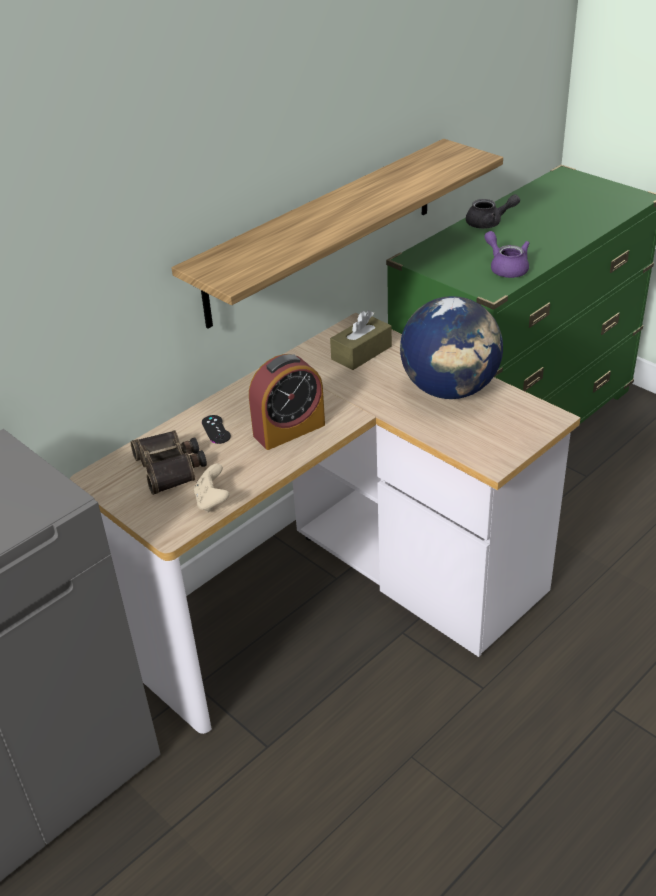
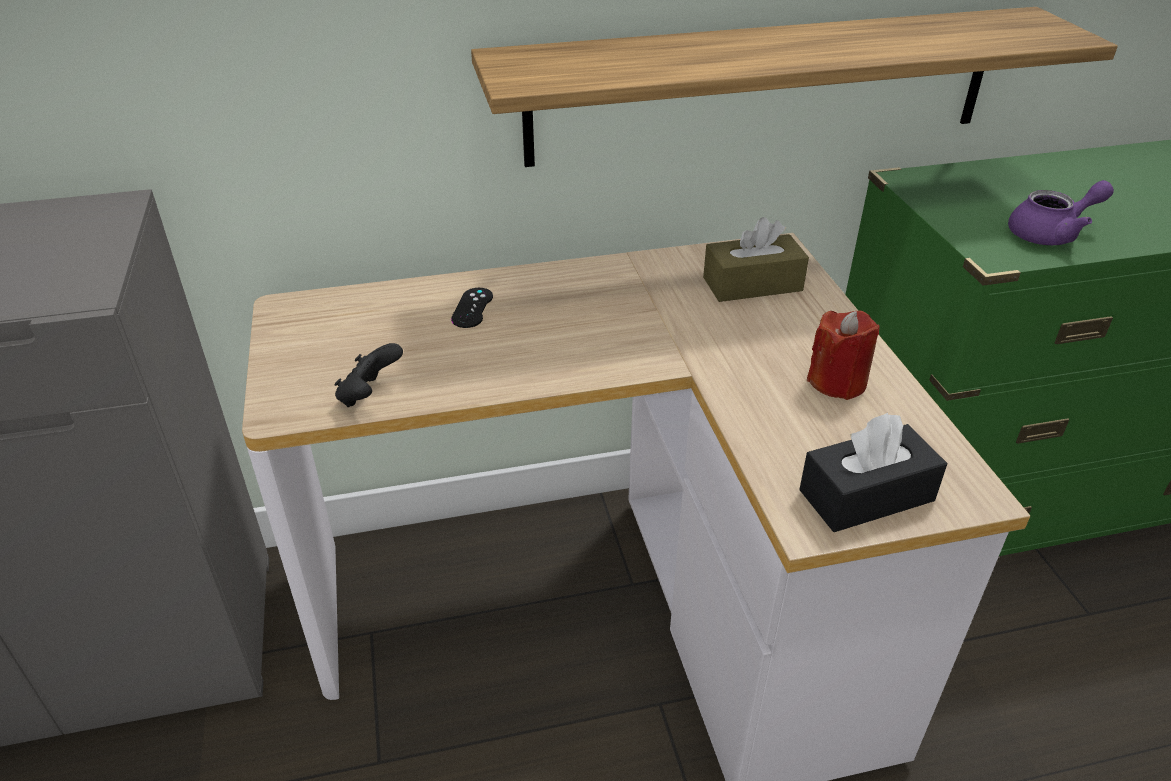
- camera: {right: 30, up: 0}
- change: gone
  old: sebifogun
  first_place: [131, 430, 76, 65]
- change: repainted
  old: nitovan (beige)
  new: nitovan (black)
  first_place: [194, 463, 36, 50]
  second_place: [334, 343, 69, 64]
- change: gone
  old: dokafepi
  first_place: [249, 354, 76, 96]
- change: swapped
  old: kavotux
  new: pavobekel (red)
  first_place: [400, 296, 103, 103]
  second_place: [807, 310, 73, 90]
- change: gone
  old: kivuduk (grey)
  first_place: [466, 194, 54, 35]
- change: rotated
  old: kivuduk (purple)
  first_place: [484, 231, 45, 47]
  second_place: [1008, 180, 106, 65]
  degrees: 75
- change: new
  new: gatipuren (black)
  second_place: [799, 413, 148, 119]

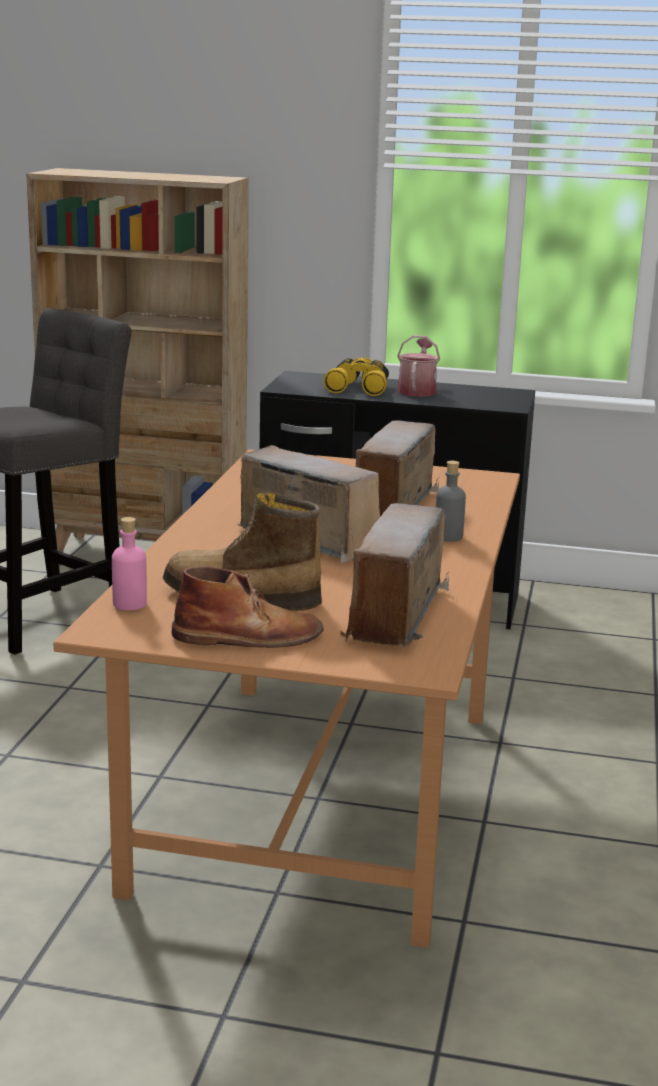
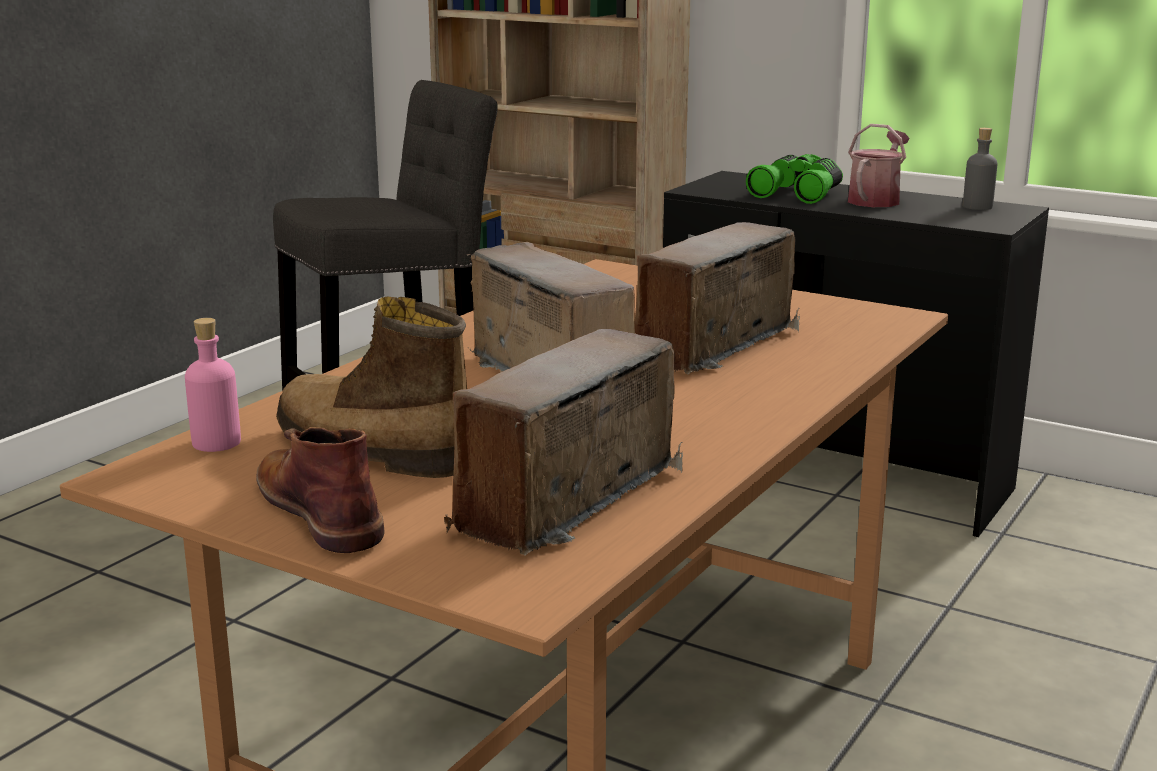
- camera: {right: 20, up: 0}
- change: rotated
  old: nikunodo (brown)
  first_place: [172, 566, 152, 82]
  second_place: [257, 427, 128, 126]
  degrees: -135
- change: repainted
  old: sebifogun (yellow)
  new: sebifogun (green)
  first_place: [324, 358, 65, 38]
  second_place: [746, 154, 97, 50]
- change: shifted
  old: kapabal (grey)
  first_place: [436, 461, 30, 80]
  second_place: [963, 128, 34, 82]

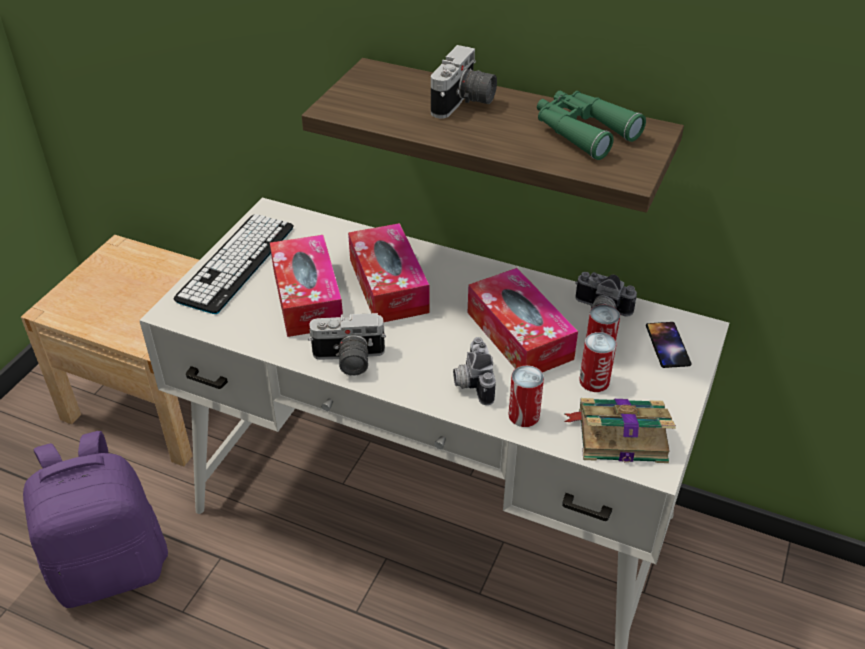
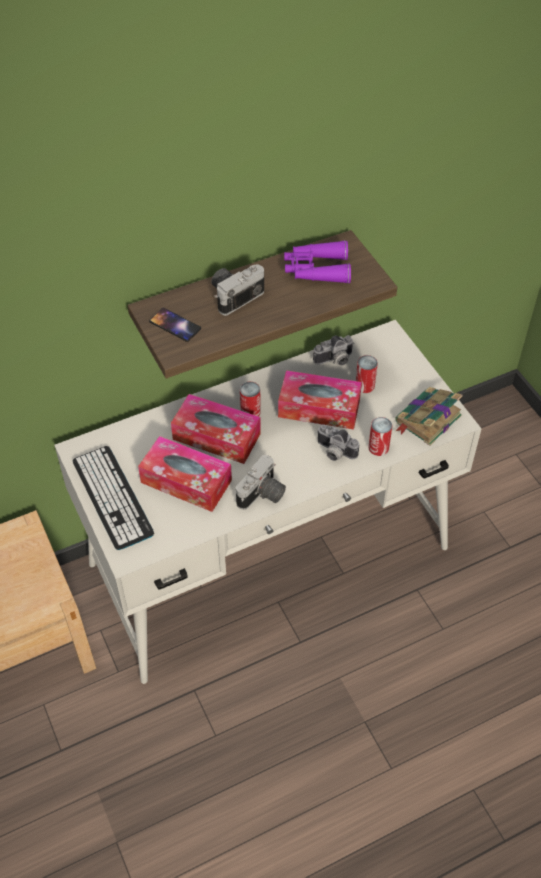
- camera: {right: -50, up: 10}
- change: gone
  old: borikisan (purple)
  first_place: [23, 431, 145, 177]
- change: rotated
  old: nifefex
  first_place: [431, 45, 66, 74]
  second_place: [211, 264, 53, 52]
  degrees: -105
- change: repainted
  old: sebifogun (green)
  new: sebifogun (purple)
  first_place: [537, 91, 109, 69]
  second_place: [284, 240, 67, 44]
- change: shifted
  old: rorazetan
  first_place: [579, 332, 38, 60]
  second_place: [240, 382, 21, 34]
- change: shifted
  old: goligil
  first_place: [646, 322, 46, 46]
  second_place: [149, 308, 52, 34]

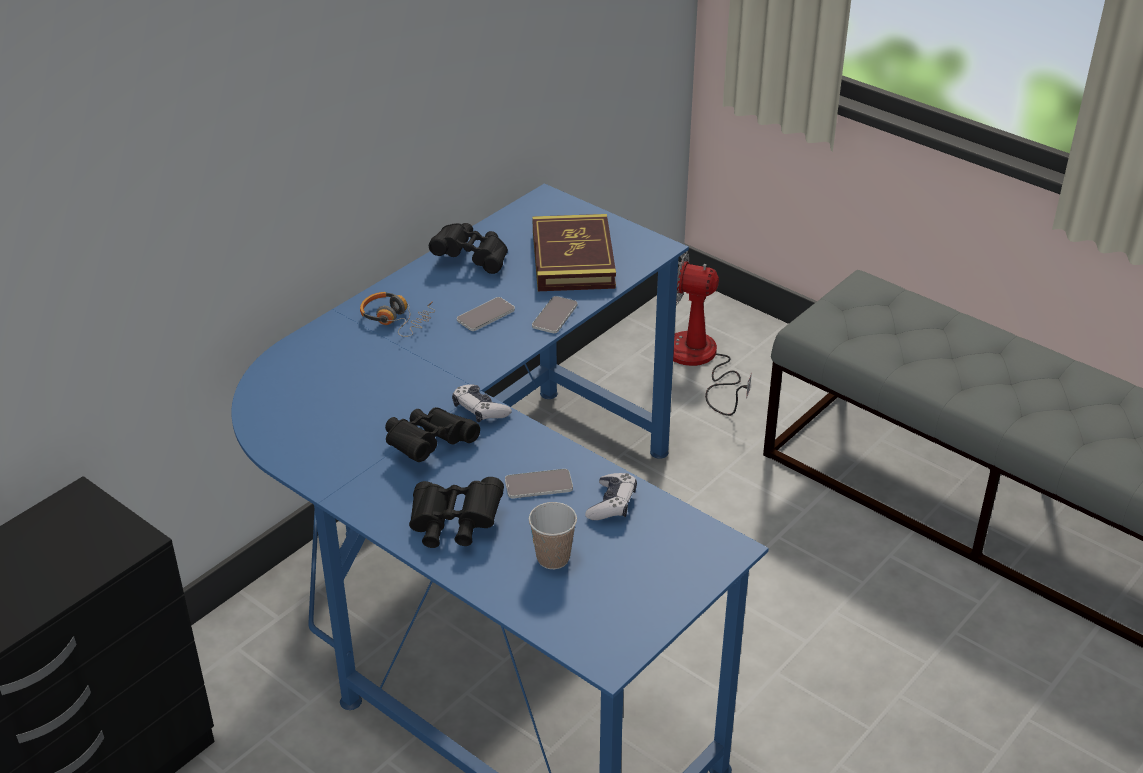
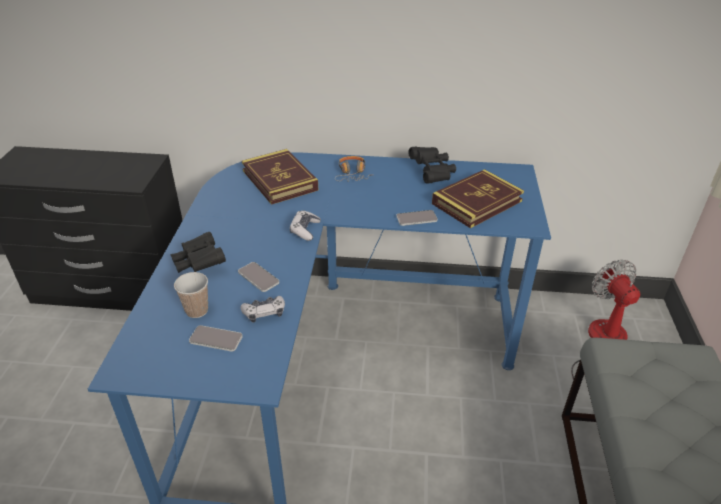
- camera: {right: 55, up: 0}
- change: gone
  old: sebifogun (black)
  first_place: [385, 407, 95, 55]
- change: shifted
  old: goligil
  first_place: [457, 297, 58, 34]
  second_place: [189, 325, 54, 26]
- change: new
  new: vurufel
  second_place: [242, 149, 76, 56]

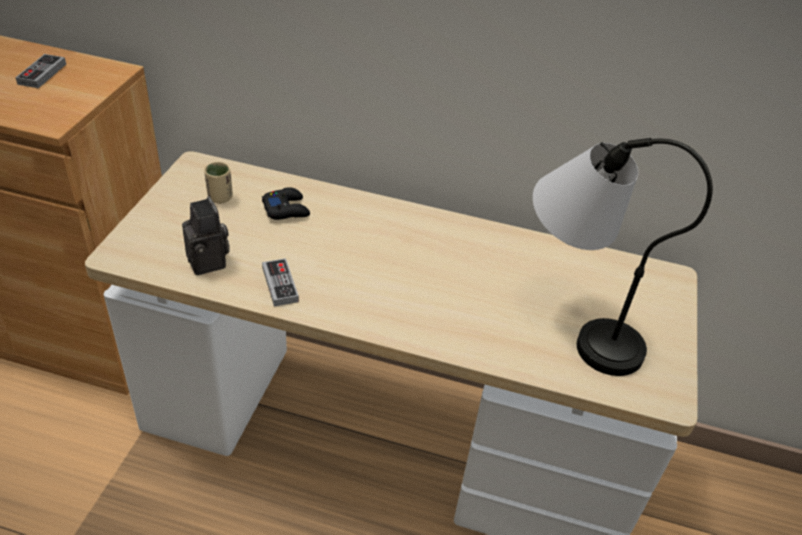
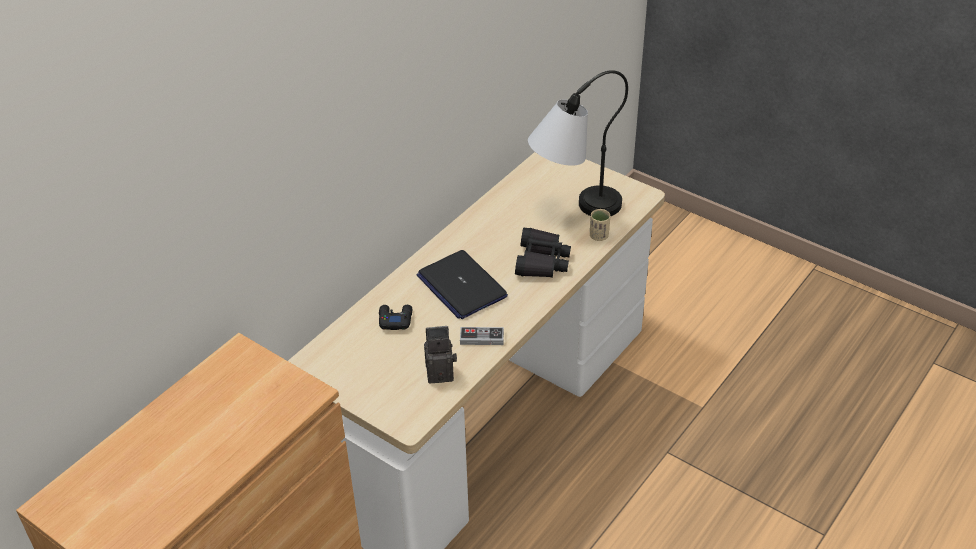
- camera: {right: -65, up: 0}
- change: gone
  old: nitovan
  first_place: [15, 54, 51, 34]
- change: shifted
  old: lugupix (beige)
  first_place: [204, 162, 29, 42]
  second_place: [590, 209, 20, 32]
- change: new
  new: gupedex
  second_place: [417, 250, 91, 69]
- change: new
  new: sebifogun (black)
  second_place: [515, 228, 56, 50]

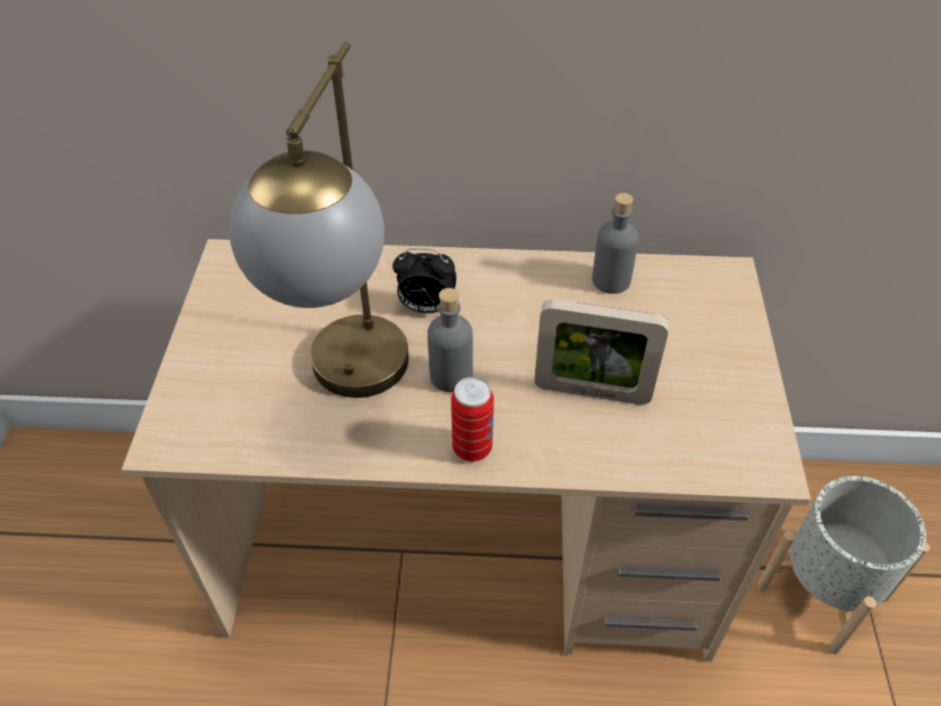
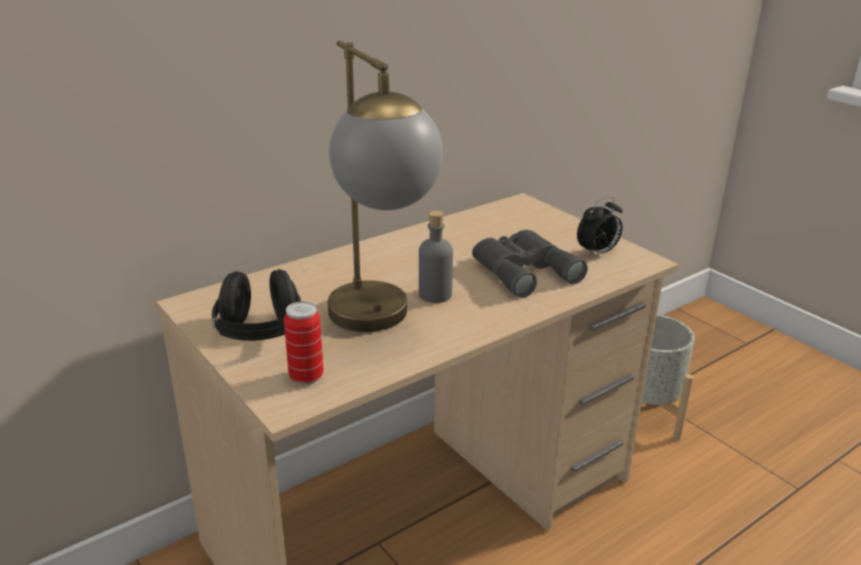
- camera: {right: -40, up: -20}
- change: shifted
  old: dokafepi
  first_place: [392, 248, 65, 65]
  second_place: [577, 196, 46, 61]
- change: shifted
  old: rorazetan
  first_place: [451, 377, 43, 85]
  second_place: [284, 301, 40, 83]
- change: swapped
  old: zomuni
  new: sebifogun (grey)
  first_place: [535, 299, 134, 106]
  second_place: [472, 230, 116, 68]
- change: gone
  old: kapabal (grey)
  first_place: [592, 193, 47, 101]
- change: new
  new: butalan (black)
  second_place: [212, 269, 89, 72]

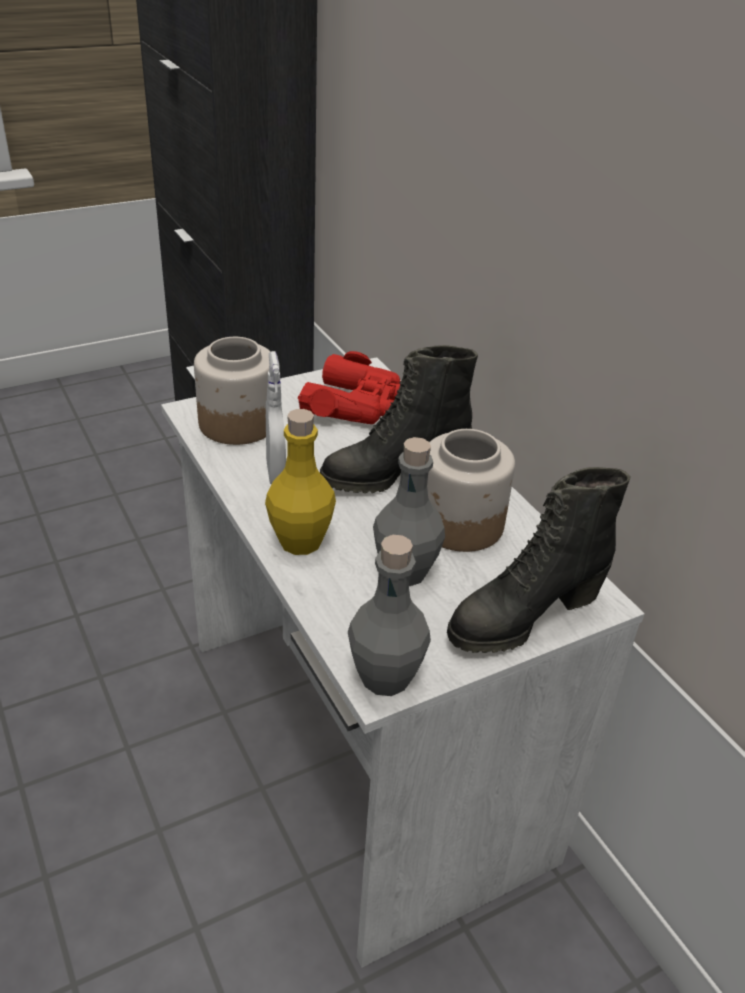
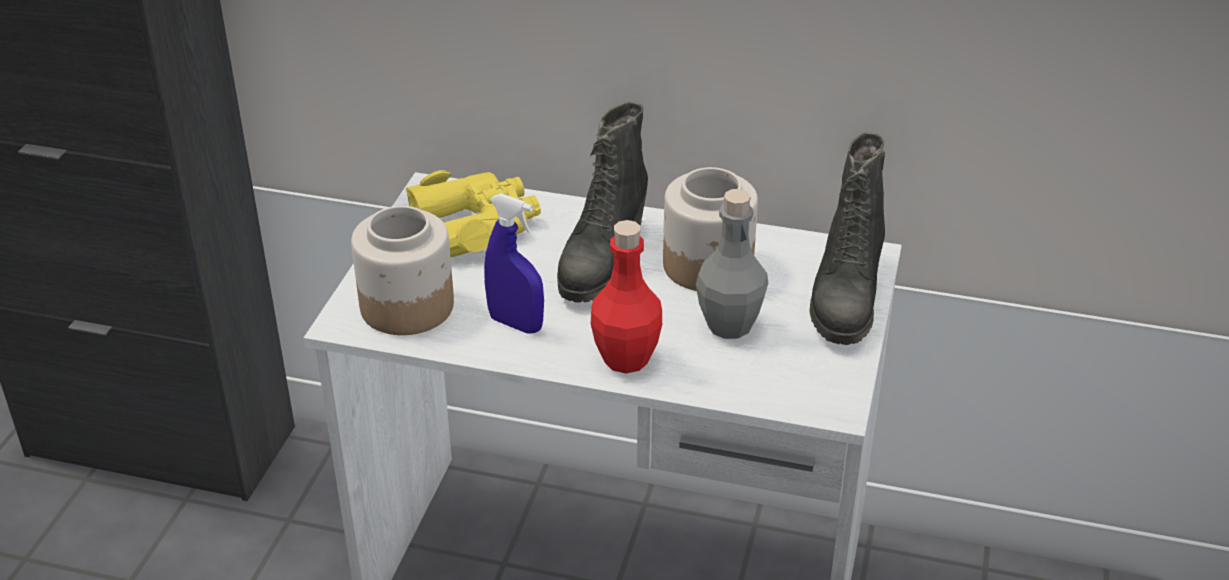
- camera: {right: -45, up: 0}
- change: repainted
  old: kapabal (yellow)
  new: kapabal (red)
  first_place: [265, 409, 71, 146]
  second_place: [591, 220, 71, 153]
- change: repainted
  old: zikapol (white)
  new: zikapol (blue)
  first_place: [266, 351, 20, 133]
  second_place: [484, 193, 60, 141]
- change: repainted
  old: sebifogun (red)
  new: sebifogun (yellow)
  first_place: [298, 351, 102, 73]
  second_place: [406, 170, 135, 87]
- change: gone
  old: kapabal (grey)
  first_place: [348, 535, 83, 161]

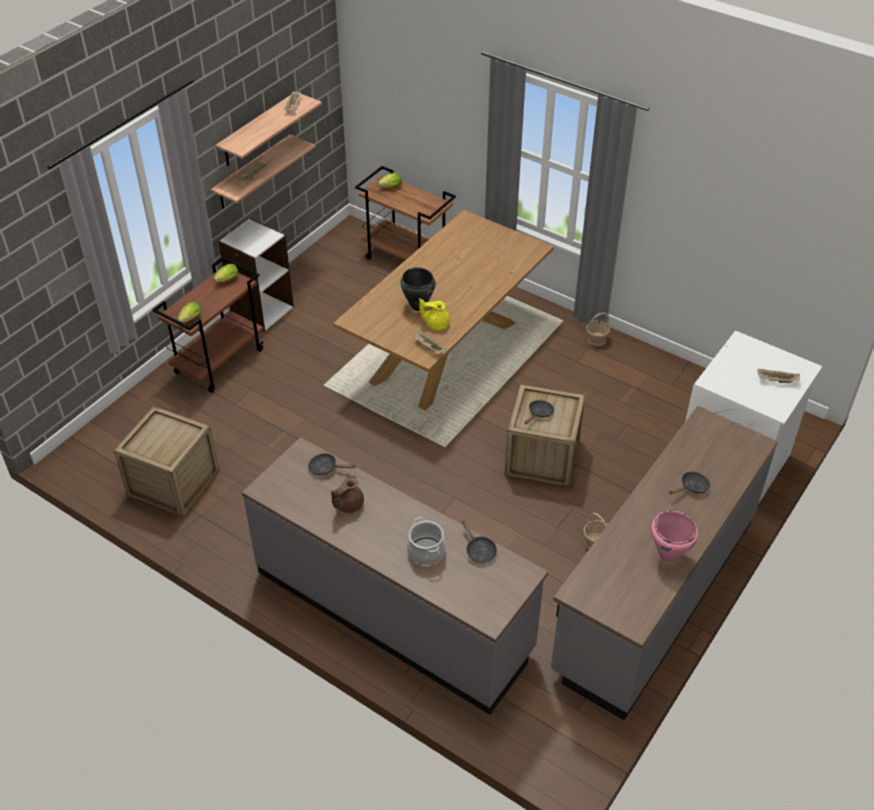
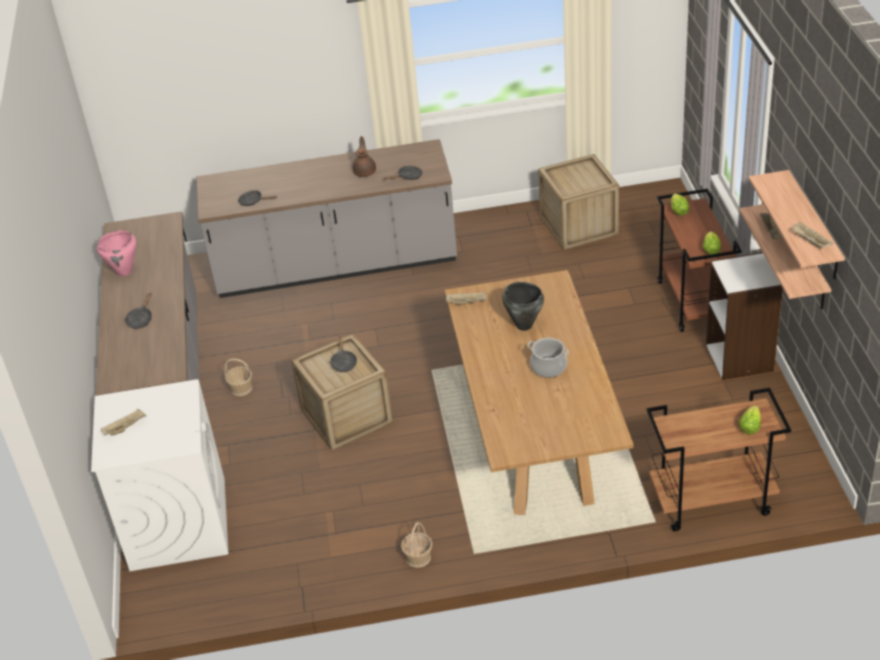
- camera: {right: 140, up: -5}
- change: shifted
  old: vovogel
  first_place: [407, 517, 39, 48]
  second_place: [527, 338, 42, 40]
- change: gone
  old: kivuduk (yellow)
  first_place: [419, 298, 31, 32]

